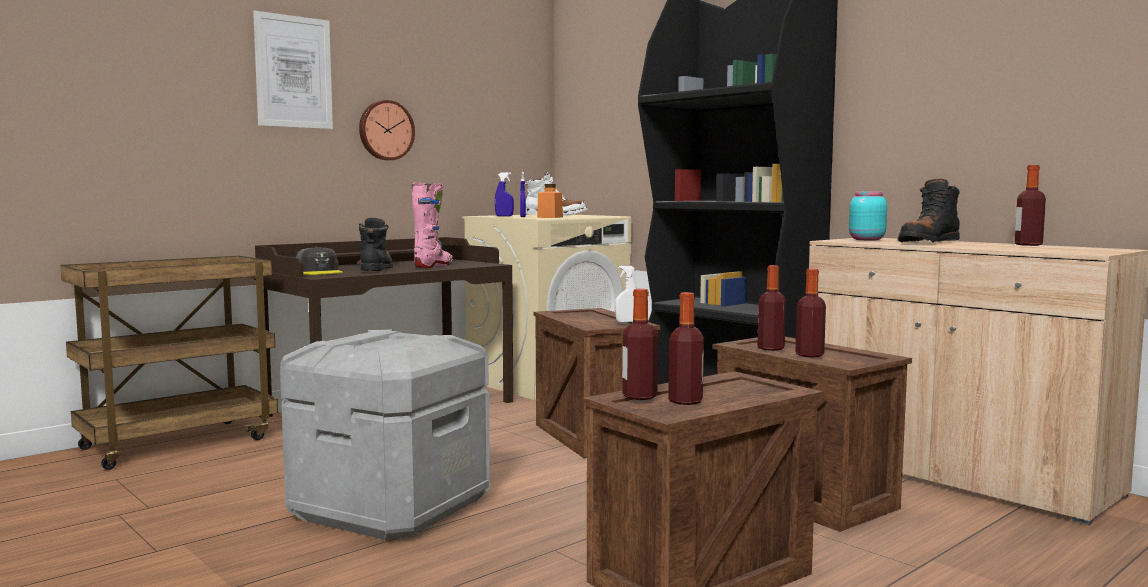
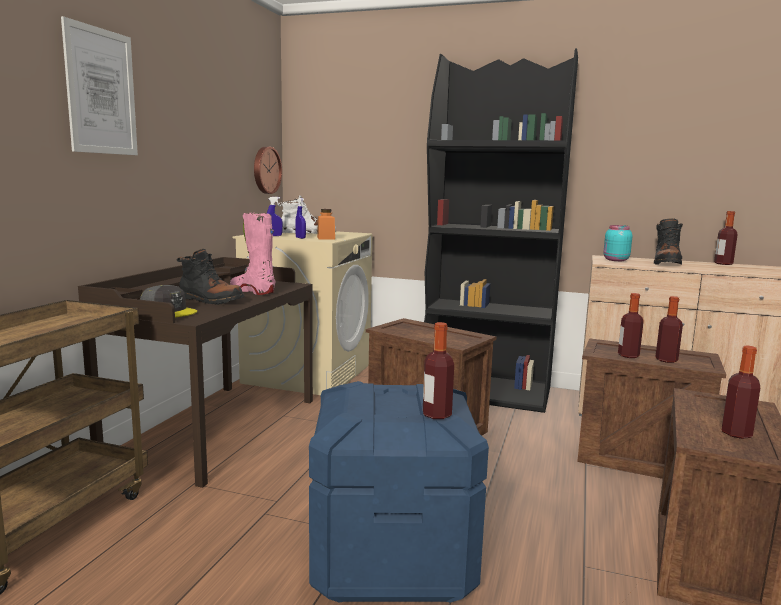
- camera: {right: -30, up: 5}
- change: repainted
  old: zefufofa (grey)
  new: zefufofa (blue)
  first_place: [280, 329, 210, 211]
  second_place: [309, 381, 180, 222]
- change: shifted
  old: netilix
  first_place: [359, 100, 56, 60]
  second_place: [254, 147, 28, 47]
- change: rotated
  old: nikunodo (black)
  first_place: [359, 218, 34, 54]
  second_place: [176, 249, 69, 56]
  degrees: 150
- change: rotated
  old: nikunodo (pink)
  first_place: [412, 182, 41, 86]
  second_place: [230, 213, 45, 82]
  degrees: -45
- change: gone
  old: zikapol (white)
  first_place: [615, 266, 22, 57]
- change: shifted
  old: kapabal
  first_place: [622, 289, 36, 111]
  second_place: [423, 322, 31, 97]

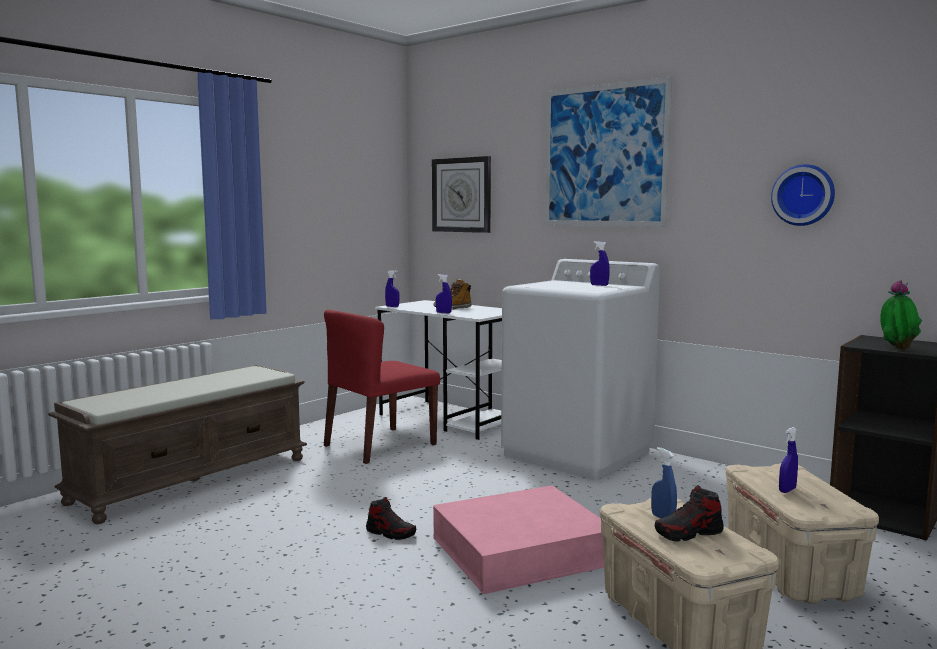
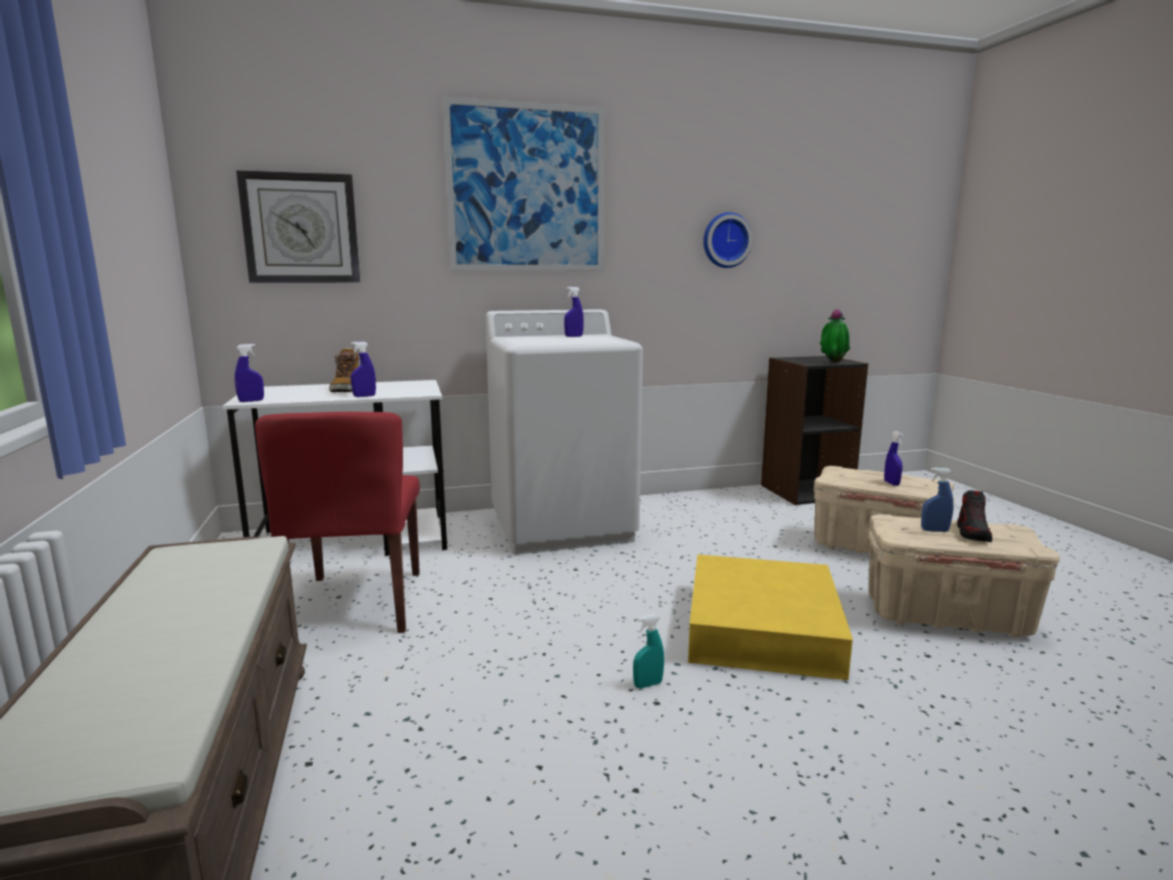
- camera: {right: -55, up: 5}
- change: swapped
  old: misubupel
  new: zikapol (turquoise)
  first_place: [366, 497, 50, 43]
  second_place: [633, 614, 31, 74]
- change: repainted
  old: zefufofa (pink)
  new: zefufofa (yellow)
  first_place: [433, 485, 171, 109]
  second_place: [688, 554, 165, 126]

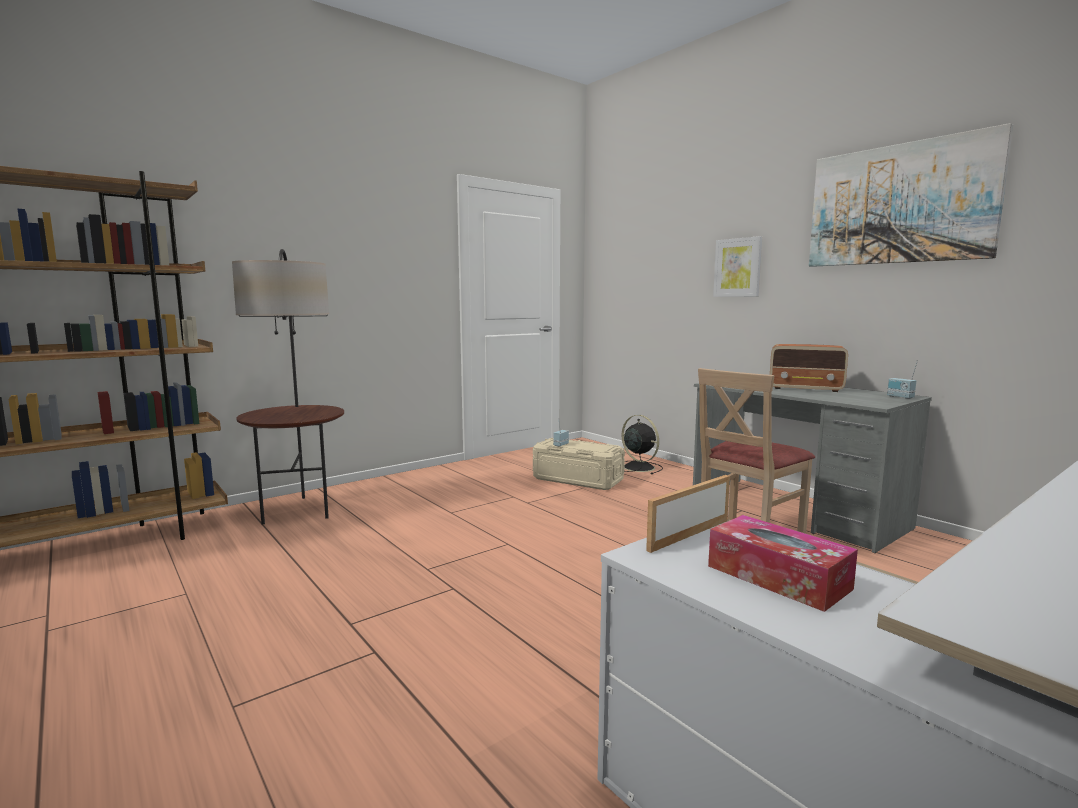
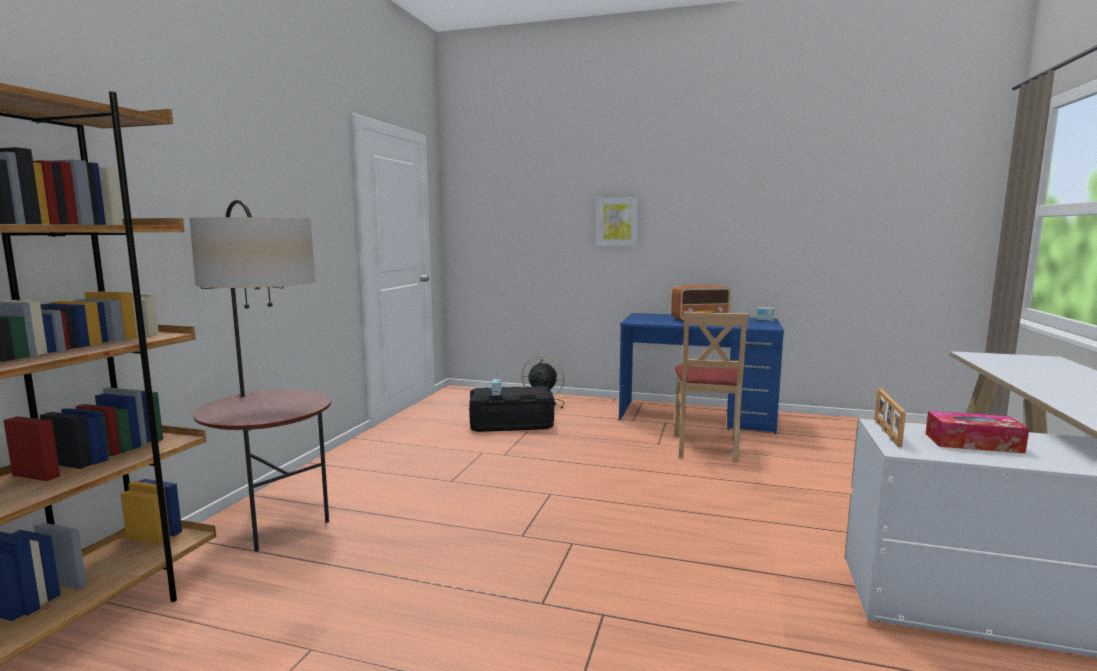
- camera: {right: -35, up: 0}
- change: repainted
  old: zefufofa (beige)
  new: zefufofa (black)
  first_place: [533, 438, 92, 52]
  second_place: [469, 386, 85, 46]
- change: repainted
  old: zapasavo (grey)
  new: zapasavo (blue)
  first_place: [693, 383, 239, 170]
  second_place: [619, 313, 165, 121]
- change: gone
  old: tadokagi
  first_place: [809, 123, 204, 144]

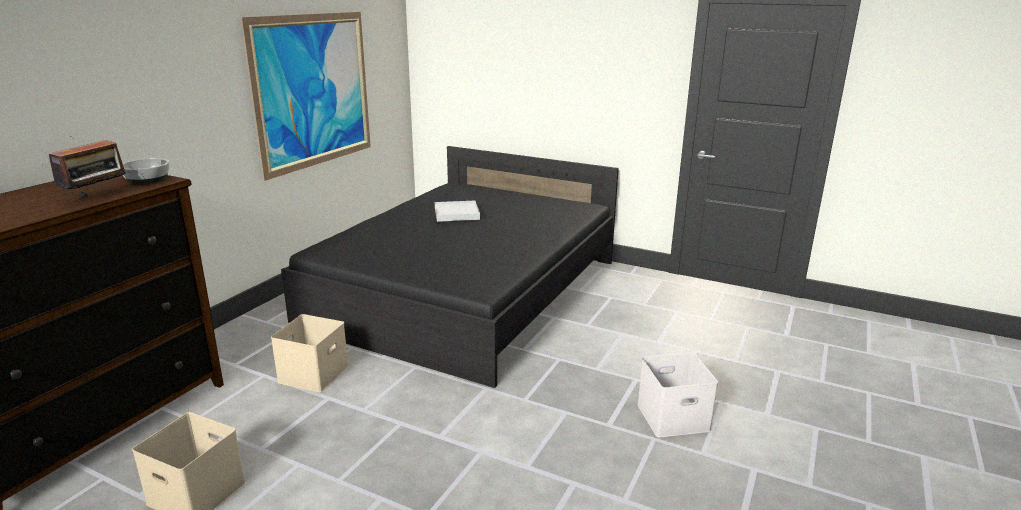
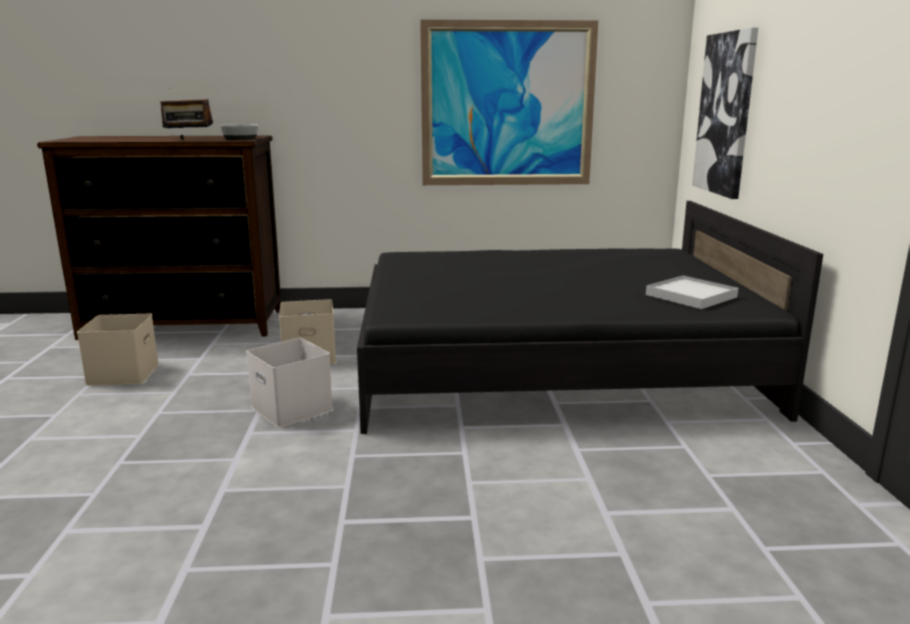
- camera: {right: 60, up: -5}
- change: shifted
  old: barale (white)
  first_place: [435, 201, 45, 21]
  second_place: [646, 276, 92, 33]
- change: shifted
  old: zefufofa (white)
  first_place: [637, 352, 81, 86]
  second_place: [246, 338, 87, 90]
- change: new
  new: tadokagi
  second_place: [692, 27, 66, 172]

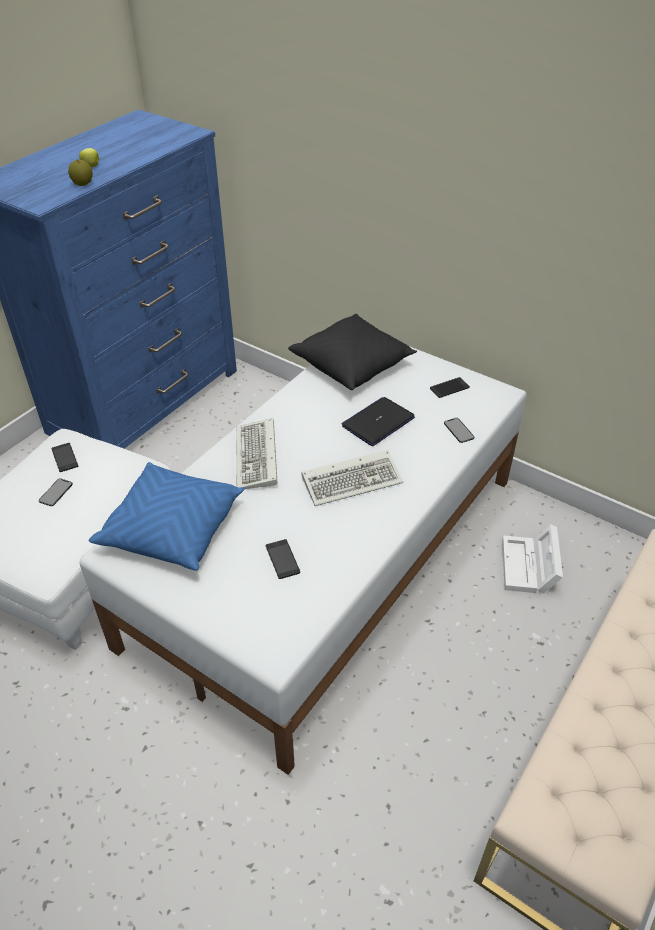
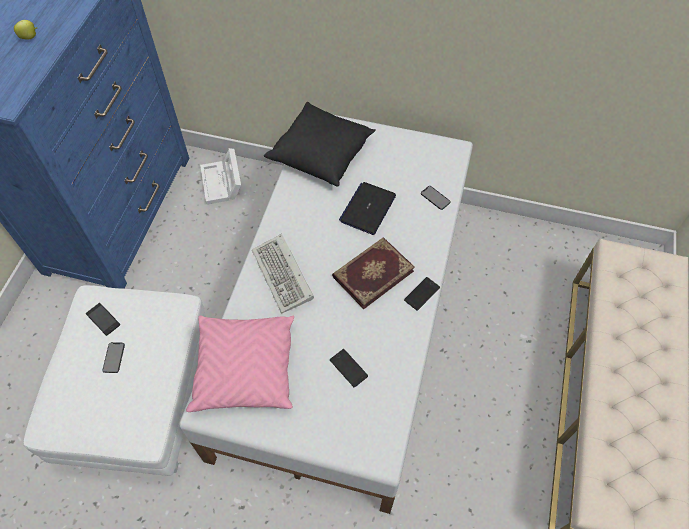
- camera: {right: -20, up: 15}
- change: gone
  old: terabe
  first_place: [68, 159, 25, 27]
- change: repainted
  old: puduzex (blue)
  new: puduzex (pink)
  first_place: [89, 462, 156, 109]
  second_place: [186, 315, 108, 97]
- change: swapped
  old: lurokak
  new: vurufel
  first_place: [302, 450, 101, 56]
  second_place: [332, 237, 83, 72]
- change: shifted
  old: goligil
  first_place: [430, 377, 40, 21]
  second_place: [404, 277, 36, 34]
- change: shifted
  old: zefufofa (white)
  first_place: [502, 524, 61, 70]
  second_place: [200, 148, 41, 57]

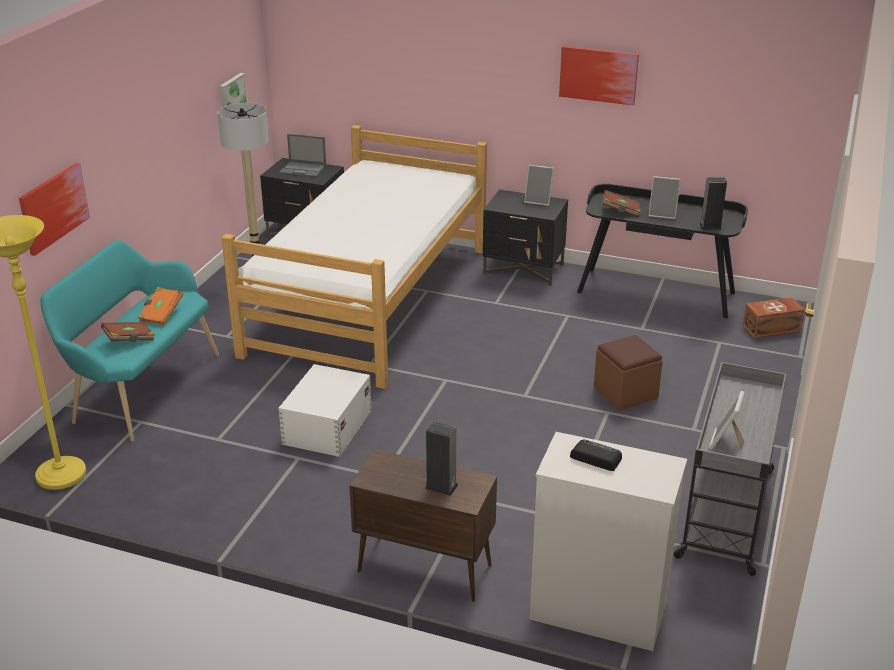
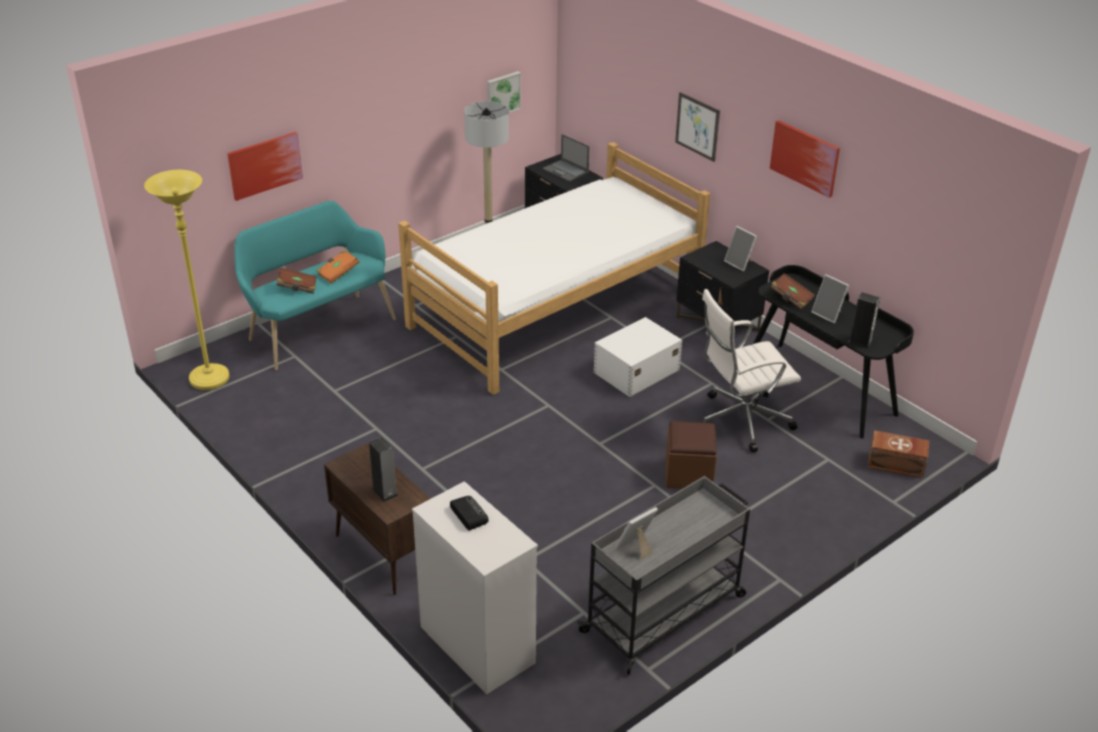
- camera: {right: 30, up: 5}
- change: shifted
  old: zefufofa (white)
  first_place: [278, 364, 94, 93]
  second_place: [594, 317, 88, 80]
- change: new
  new: tadokagi
  second_place: [675, 92, 45, 70]
- change: new
  new: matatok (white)
  second_place: [702, 289, 99, 163]

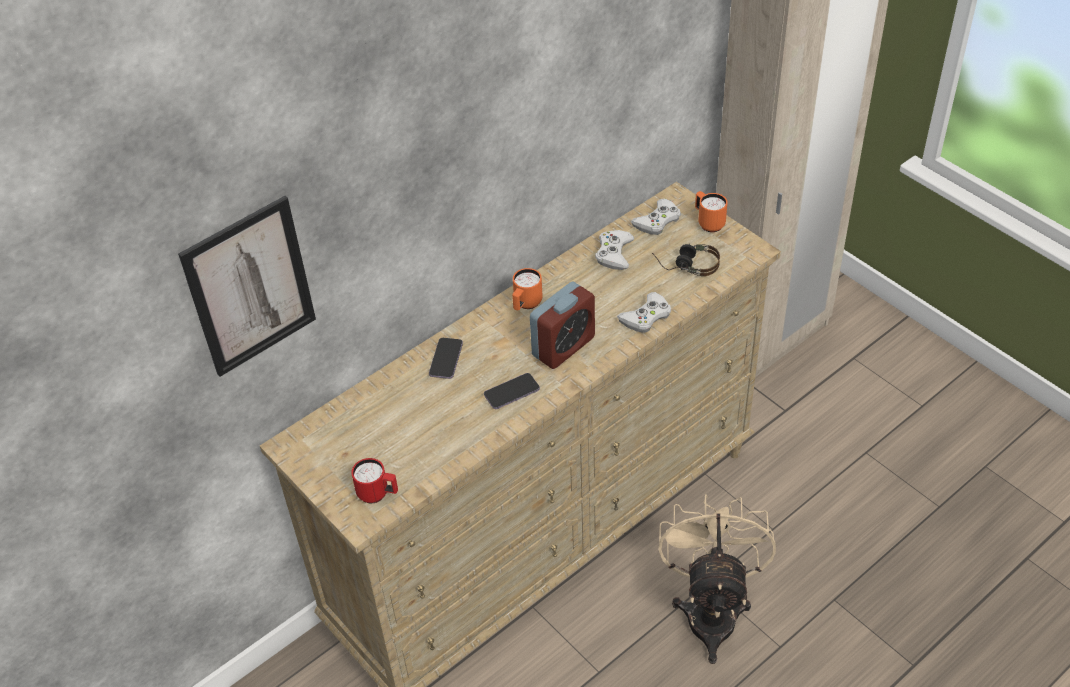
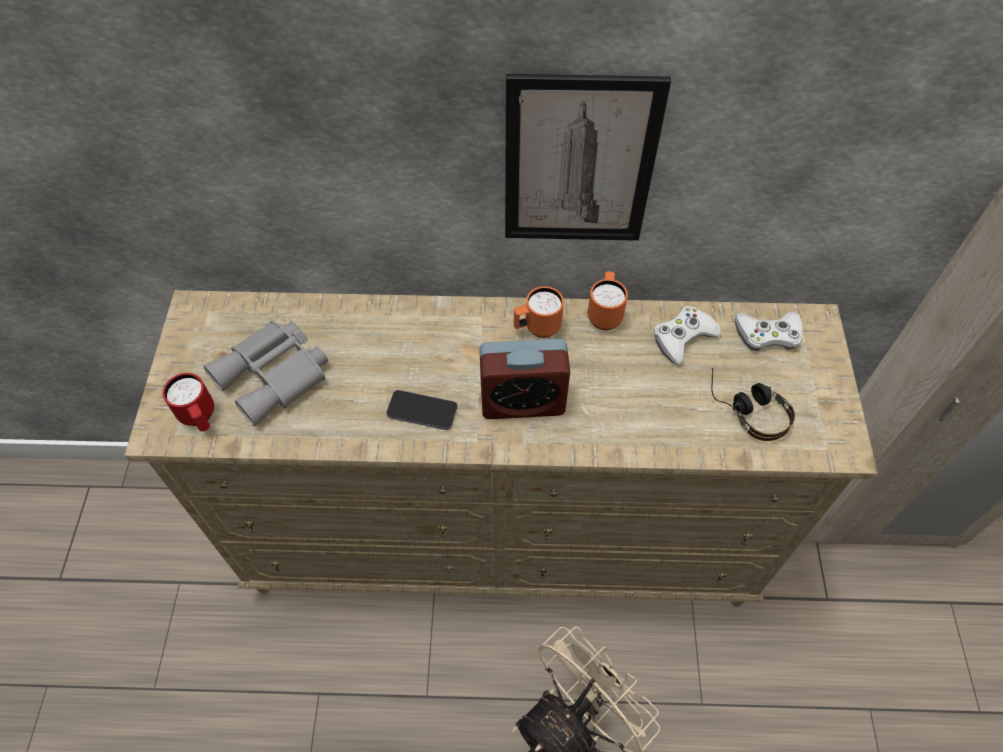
- camera: {right: 40, up: 10}
- change: shifted
  old: tadokagi
  first_place: [178, 196, 138, 181]
  second_place: [505, 74, 166, 167]
- change: gone
  old: goligil
  first_place: [429, 338, 34, 41]
- change: gone
  old: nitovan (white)
  first_place: [617, 292, 54, 41]
- change: shifted
  old: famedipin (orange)
  first_place: [695, 191, 32, 41]
  second_place: [588, 271, 40, 59]
- change: new
  new: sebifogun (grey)
  second_place: [203, 320, 125, 107]

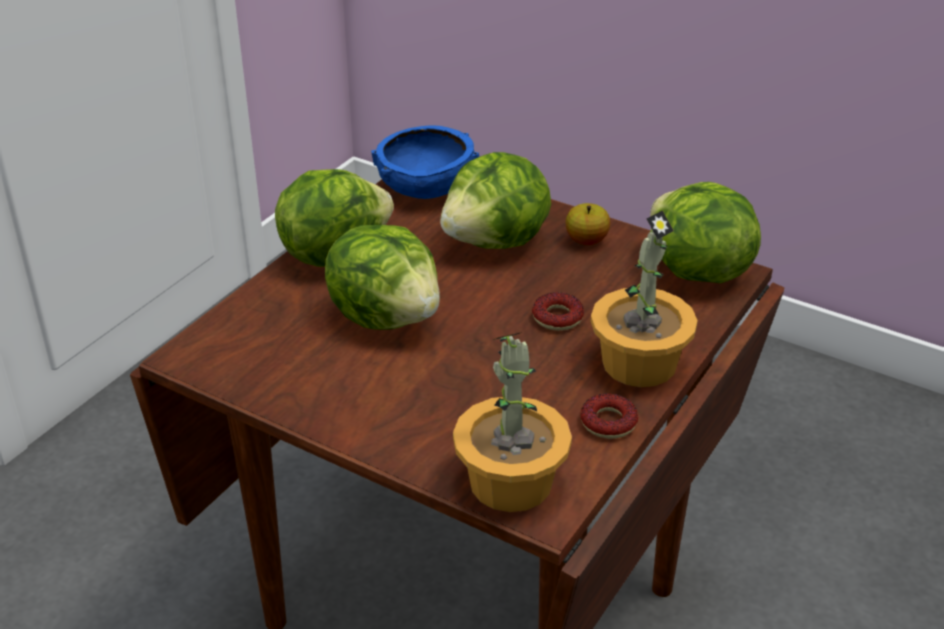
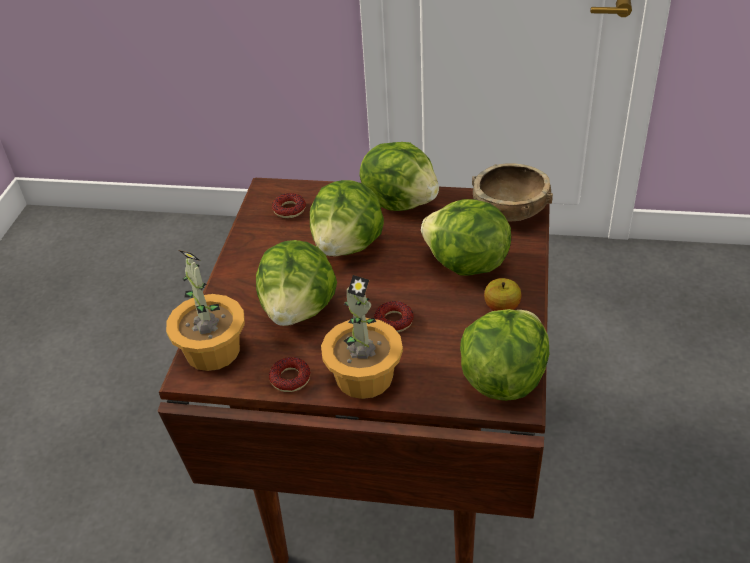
- camera: {right: 70, up: 5}
- change: repainted
  old: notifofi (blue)
  new: notifofi (brown)
  first_place: [371, 125, 108, 74]
  second_place: [472, 163, 81, 58]
- change: new
  new: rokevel
  second_place: [256, 240, 81, 86]
- change: new
  new: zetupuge
  second_place: [272, 193, 34, 25]

